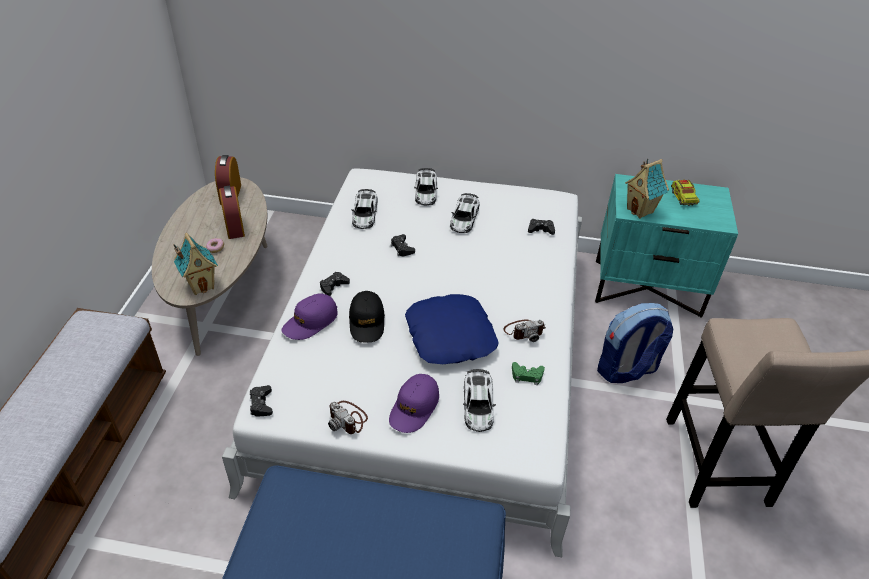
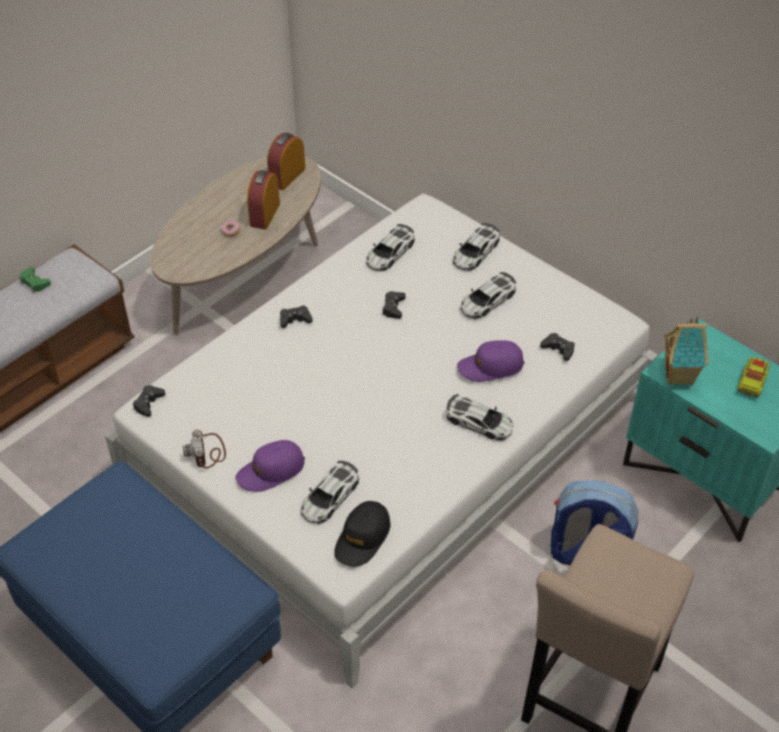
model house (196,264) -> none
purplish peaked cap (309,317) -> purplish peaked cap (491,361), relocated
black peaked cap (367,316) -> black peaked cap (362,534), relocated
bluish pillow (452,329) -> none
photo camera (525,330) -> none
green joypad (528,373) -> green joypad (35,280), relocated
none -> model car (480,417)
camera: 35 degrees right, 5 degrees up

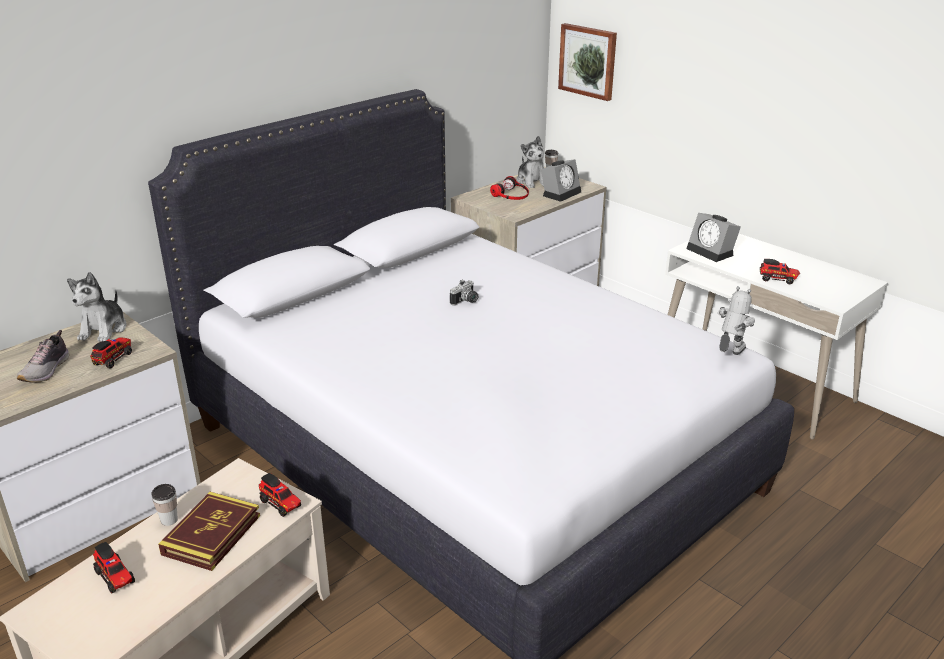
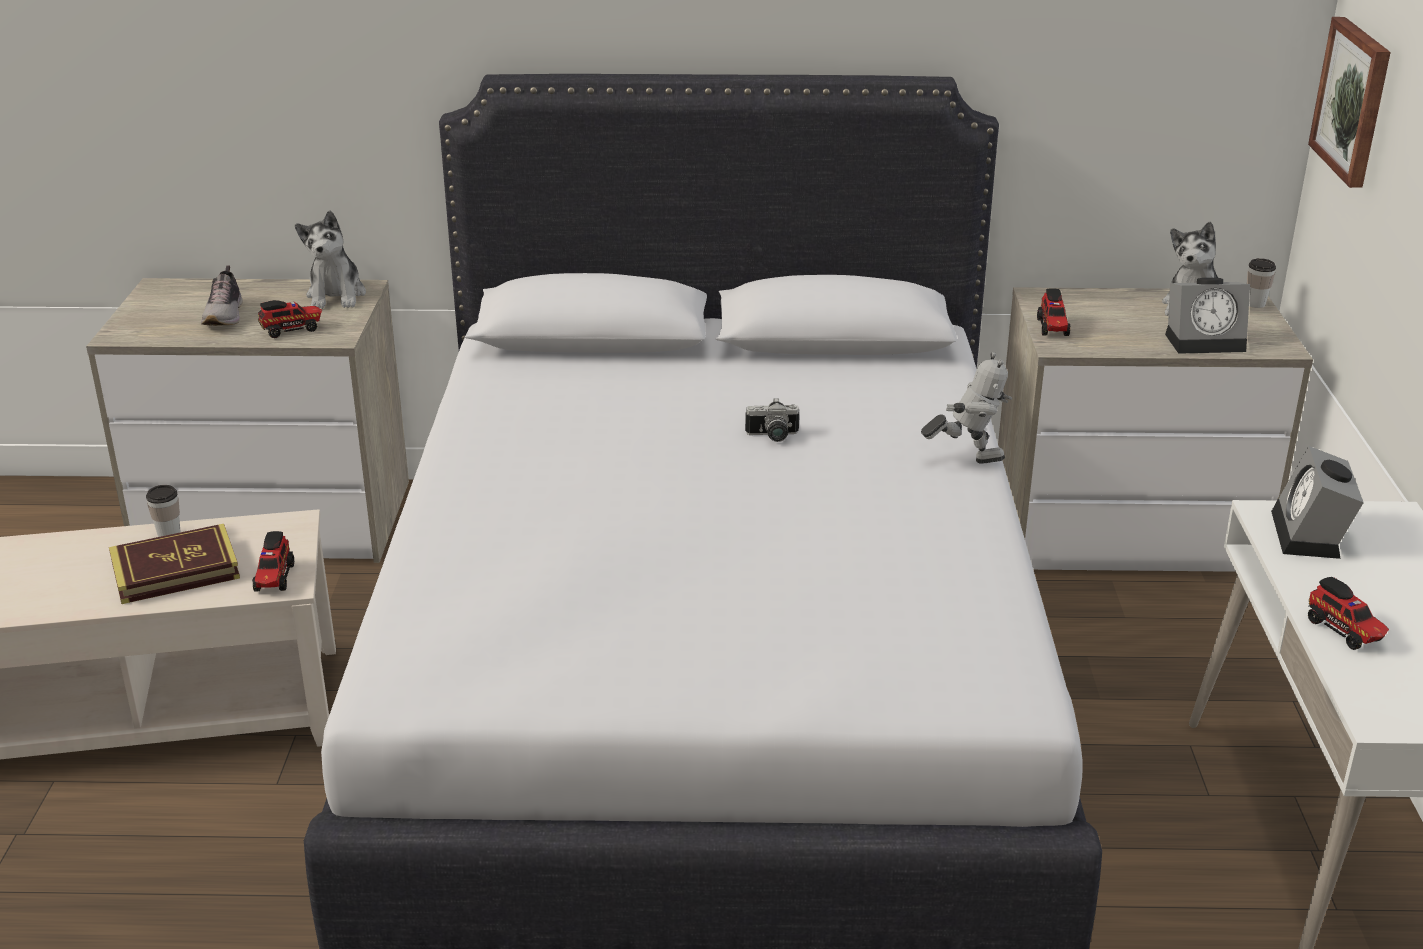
item of footwear (43,356) -> item of footwear (222,295), 60 degrees counterclockwise
soft toy (97,307) -> soft toy (330,259), 60 degrees counterclockwise
toy lorry (114,567) -> toy lorry (1053,312), relocated
headphones (509,188) -> none
toy robot (736,320) -> toy robot (966,408), relocated
camera: 45 degrees right, 0 degrees up

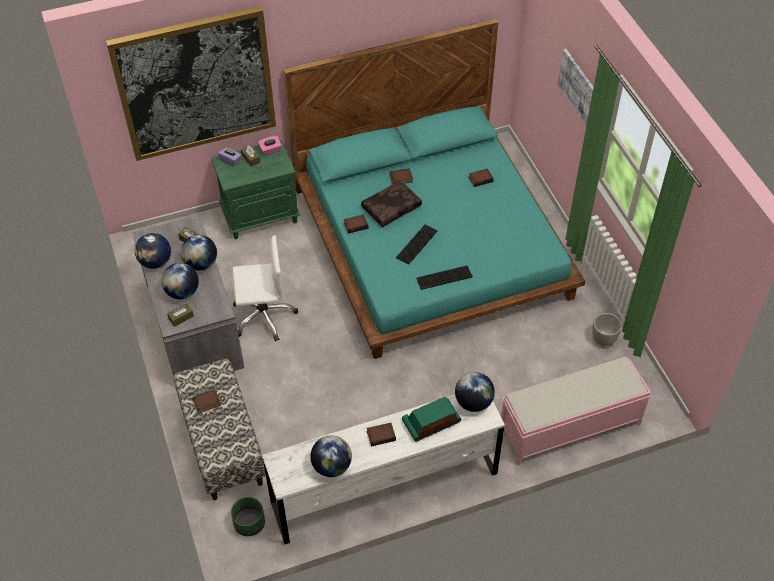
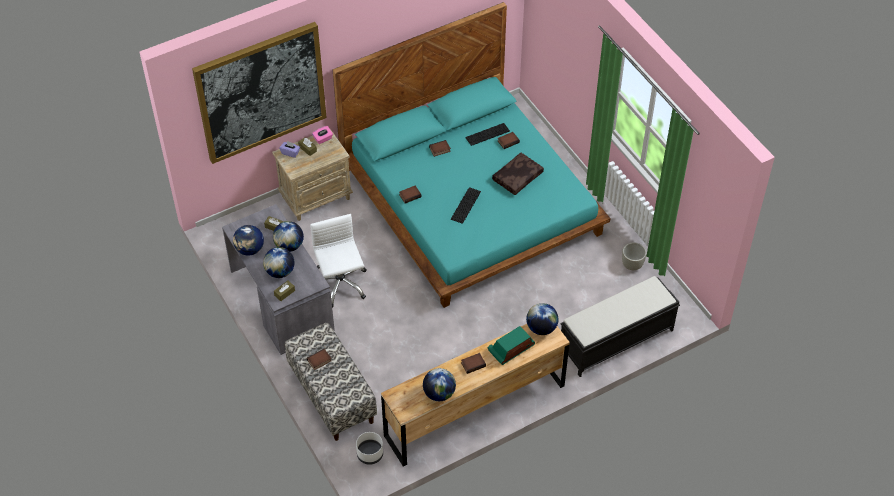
green bedside table (255,189) -> beige bedside table (312,175)
green flower pot (248,516) -> whitish flower pot (369,448)
whitish computer chair (265,288) -> whitish computer chair (338,261), 90 degrees counterclockwise
whitish drawer chest (383,470) -> brown drawer chest (475,395)
brown pillow (391,203) -> brown pillow (518,174), relocated
computer keyboard (444,277) -> computer keyboard (487,134), relocated
pinkish indoor bench (576,411) -> black indoor bench (620,326)
picture (576,87) -> none
camera: 10 degrees left, 0 degrees up

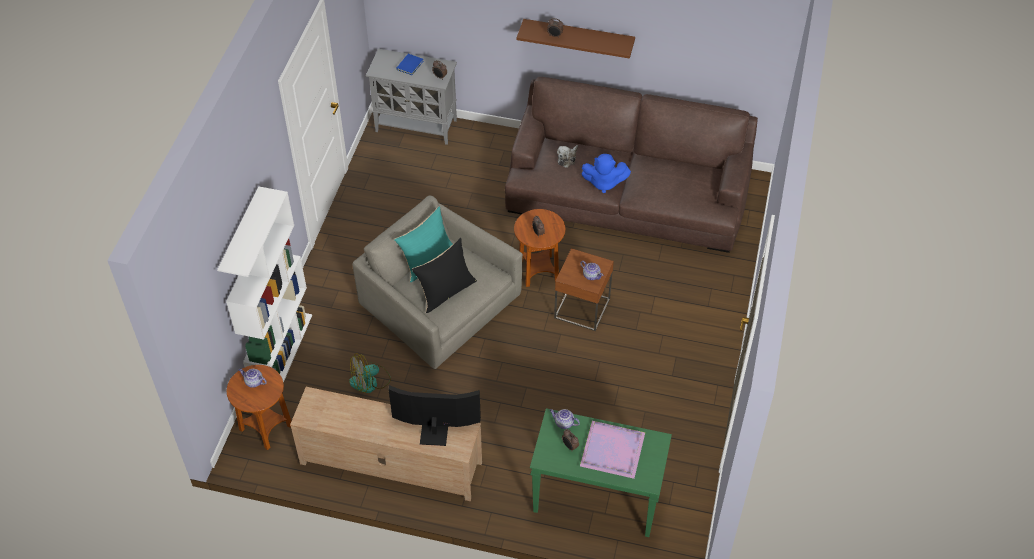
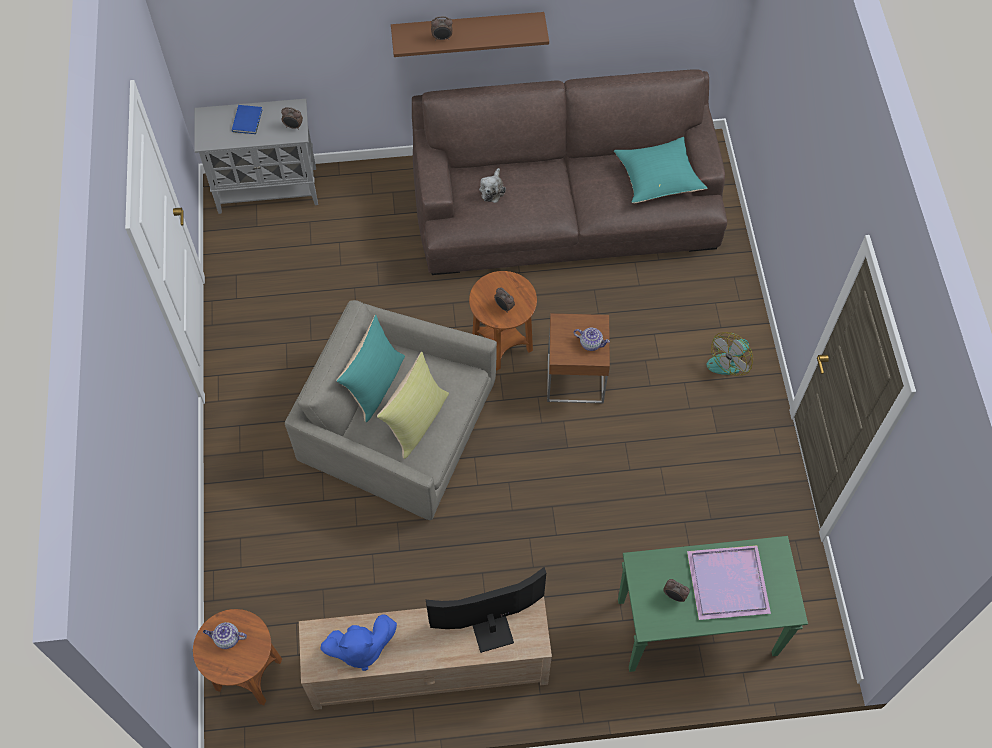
whitish shelving unit (264,284) -> none
fan (370,373) -> fan (729,354), relocated
black pillow (444,275) -> yellow-coloured pillow (413,405)
pot for tea (565,419) -> none
bluish soft toy (606,173) -> bluish soft toy (359,642), relocated
none -> turquoise-coloured pillow (660,170)
camera: 20 degrees left, 10 degrees up

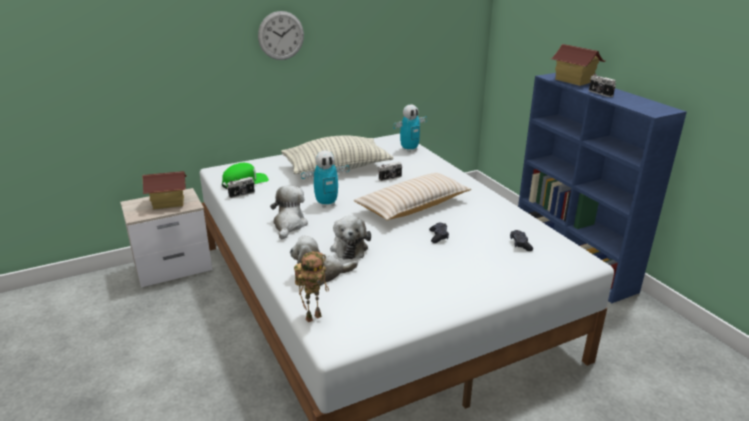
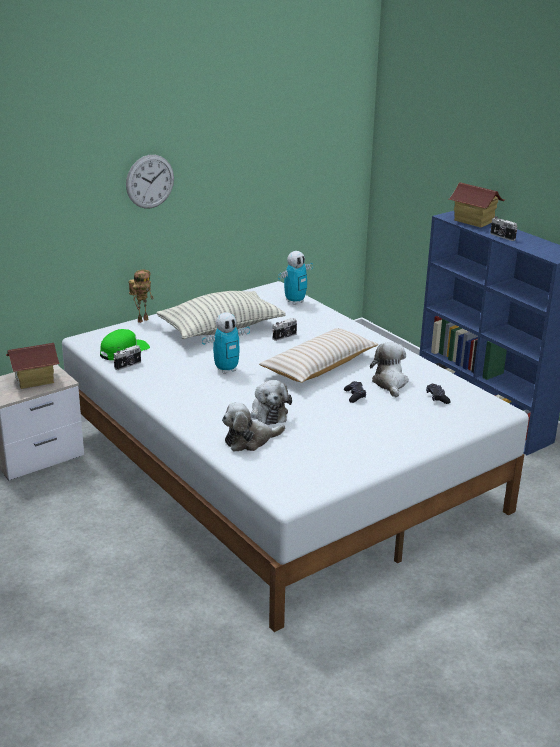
soft toy (289,212) -> soft toy (389,370), relocated
toy robot (311,286) -> toy robot (141,296), relocated
camera: 10 degrees left, 0 degrees up

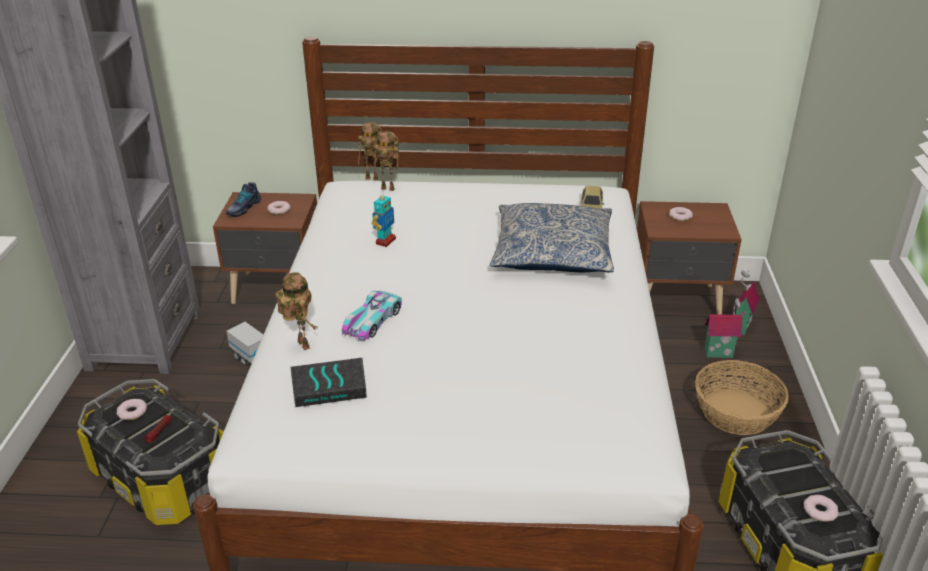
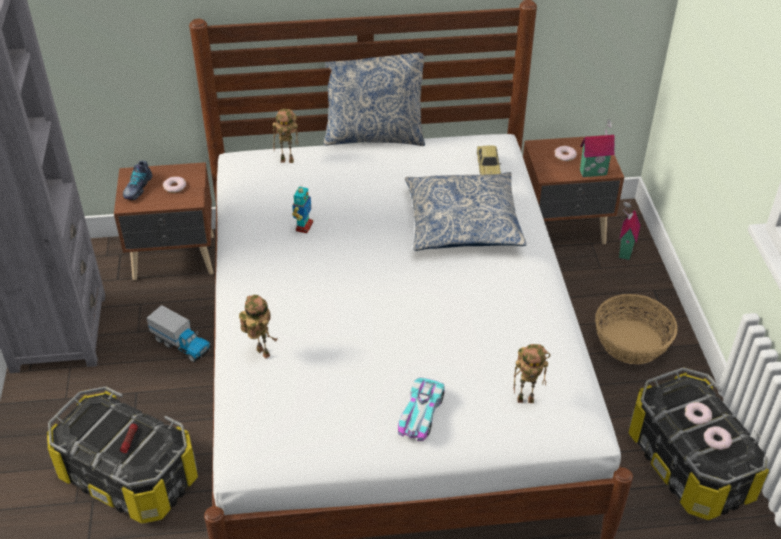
donut (132,409) -> donut (698,413), relocated
bound book (328,382) -> none
model car (372,315) -> model car (421,409), relocated
toy robot (370,151) -> toy robot (531,373), relocated
model house (724,328) -> model house (597,148), relocated
none -> pillow (374,99)
camera: 10 degrees left, 10 degrees up

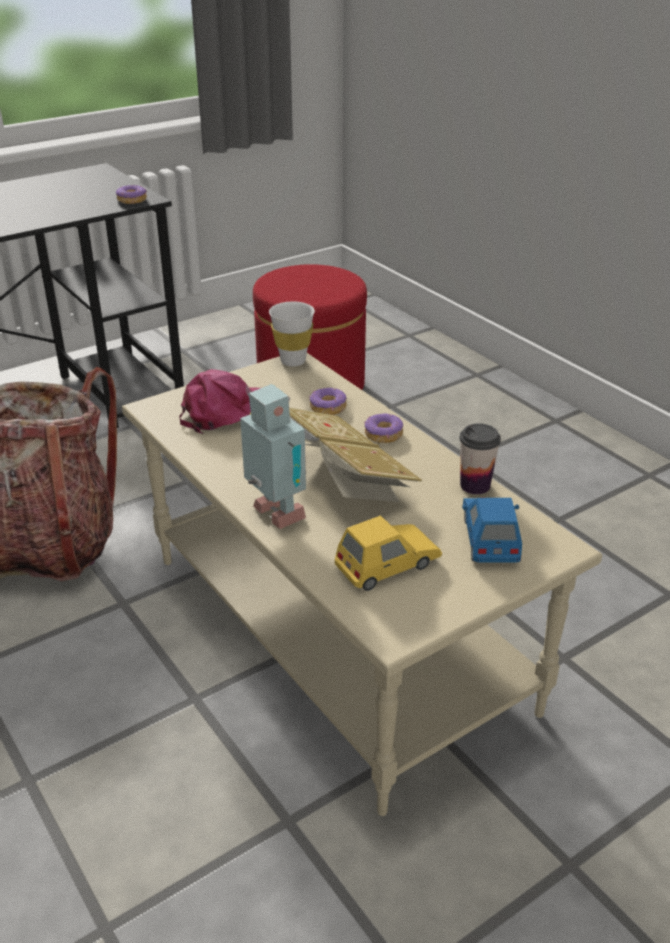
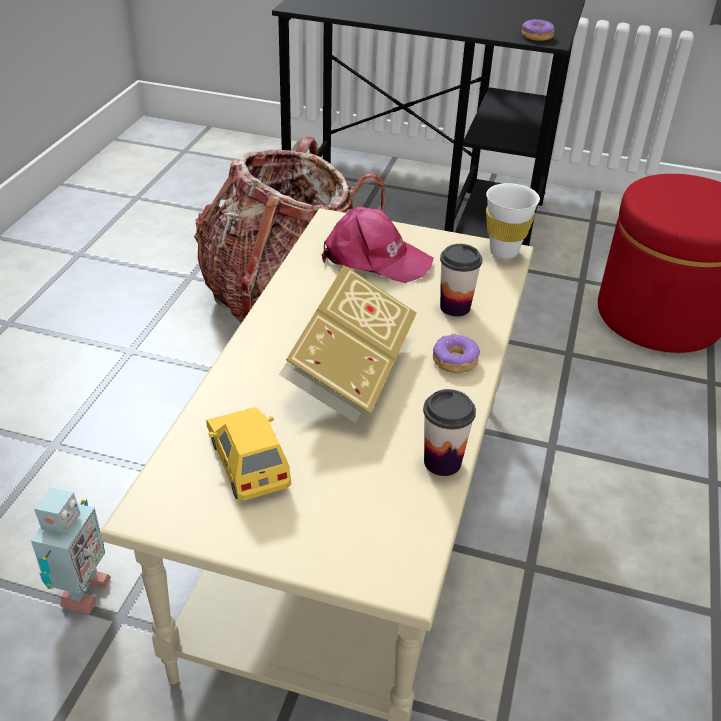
toy robot (273,456) -> toy robot (71,551), relocated
donut (328,401) -> drinking cup (461,280)
yellow-coloured model car (388,553) -> yellow-coloured model car (248,454), 135 degrees counterclockwise
bluish model car (492,530) -> none
camera: 50 degrees right, 5 degrees up

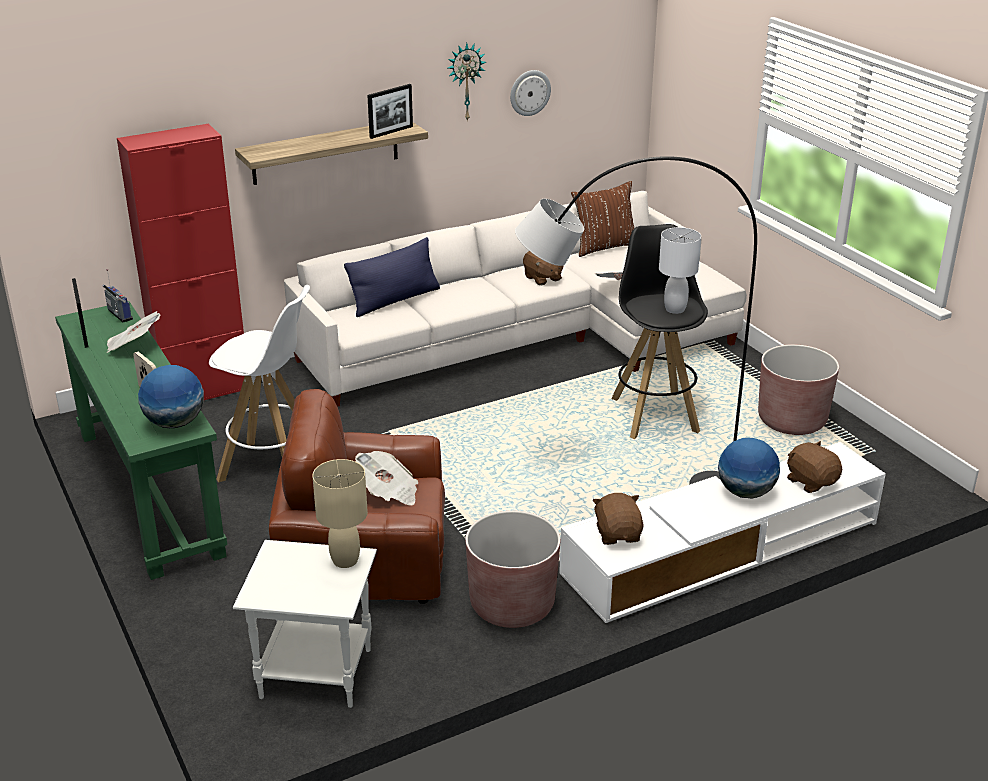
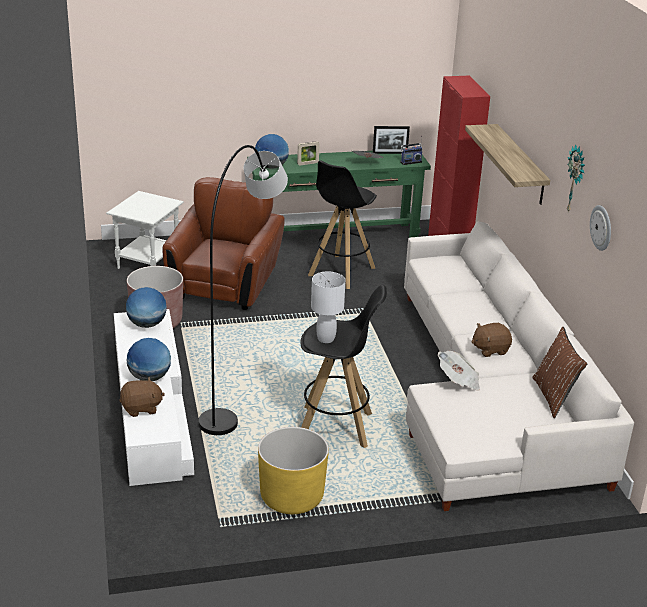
whitish stool (259,383) -> black stool (342,225)
beige tabletop lamp (340,513) -> none
bluish pillow (392,277) -> none
daily paper (386,478) -> none
standing frame (390,111) -> none
brown soft toy (618,519) -> desk globe (146,307)
brown flower pot (798,389) -> yellow-coloured flower pot (293,470)
camera: 105 degrees right, 0 degrees up

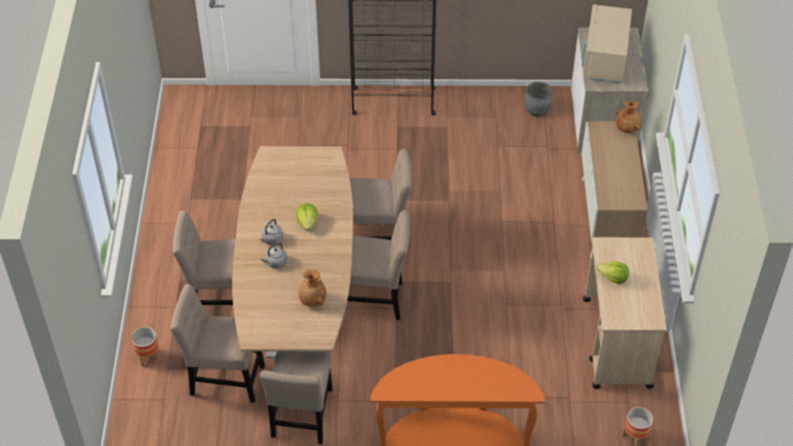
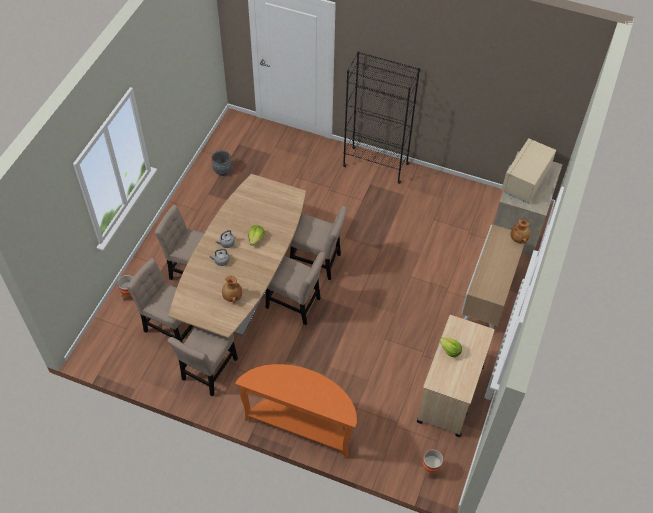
greyish flower pot (538,99) -> greyish flower pot (222,163), relocated
camera: 20 degrees right, 5 degrees up

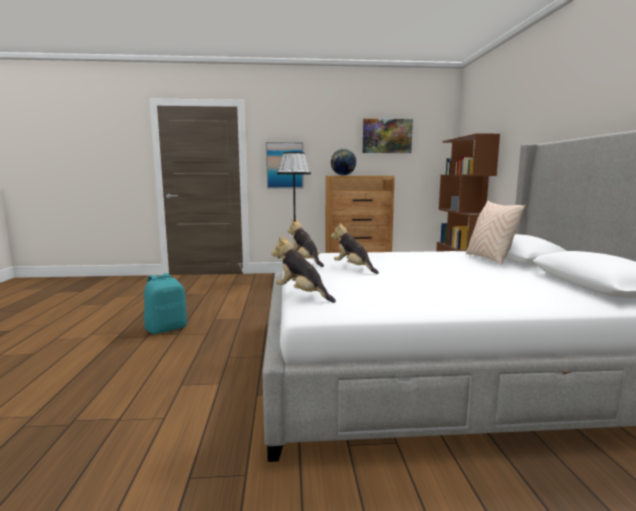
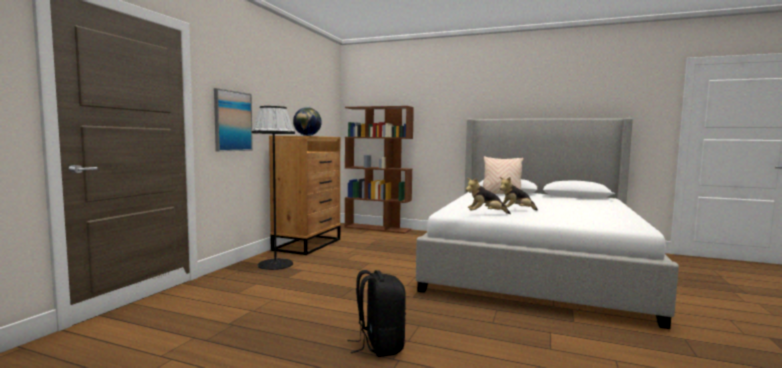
turquoise-coloured knapsack (165,303) -> black knapsack (376,313)
soft toy (303,269) -> none
picture (388,136) -> none
camera: 65 degrees left, 5 degrees down

